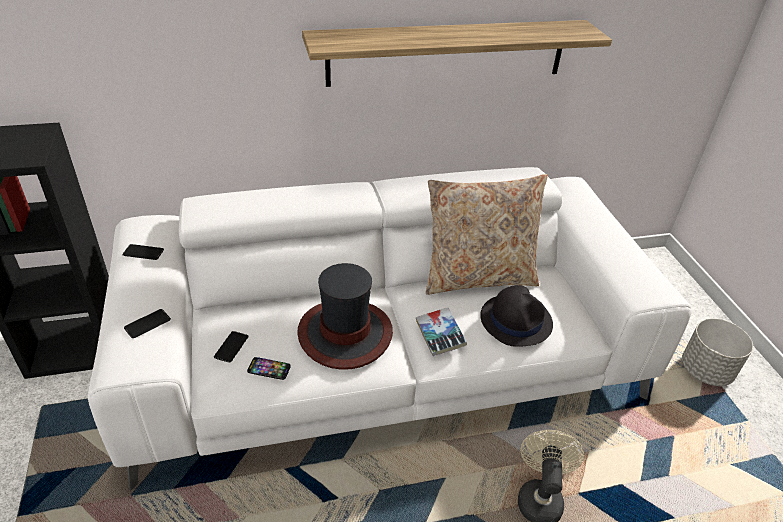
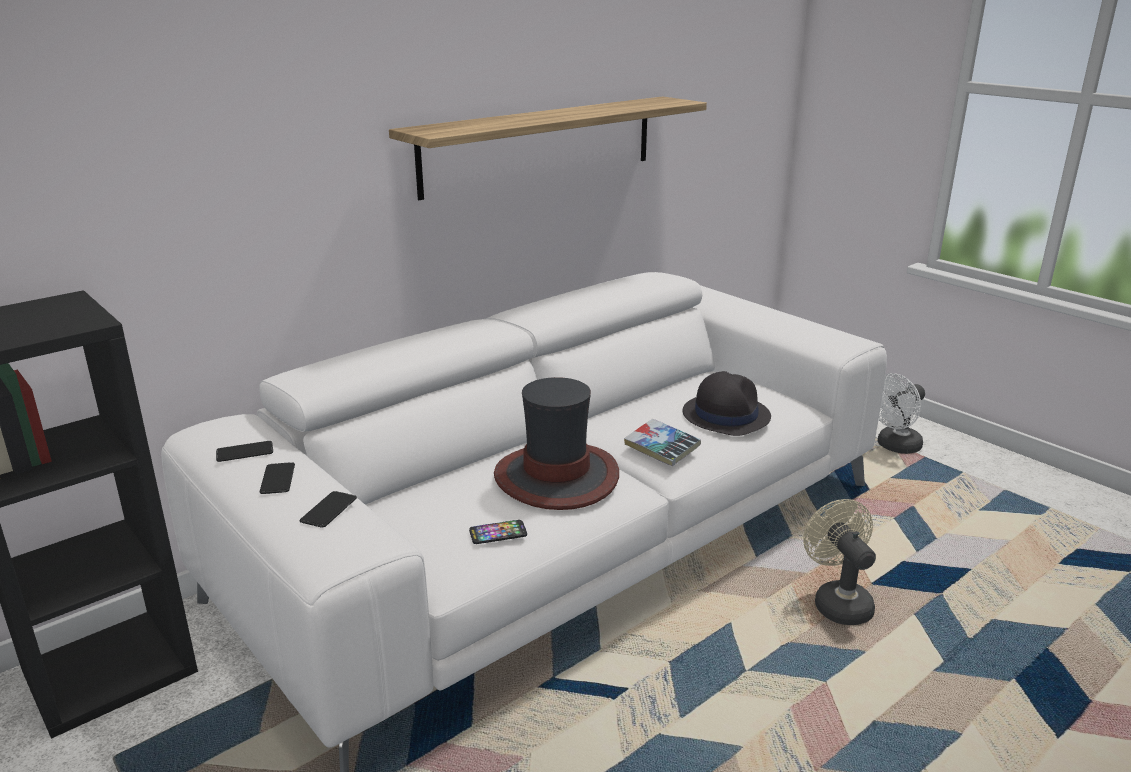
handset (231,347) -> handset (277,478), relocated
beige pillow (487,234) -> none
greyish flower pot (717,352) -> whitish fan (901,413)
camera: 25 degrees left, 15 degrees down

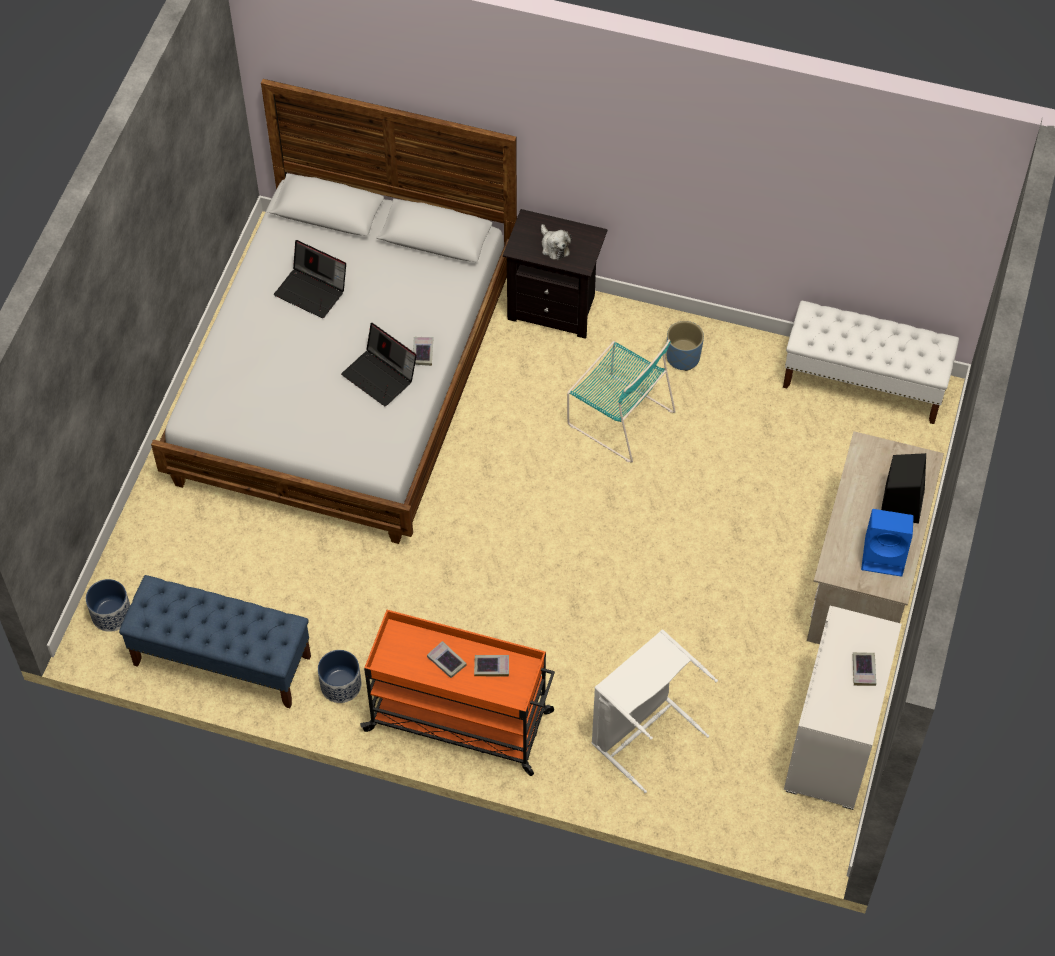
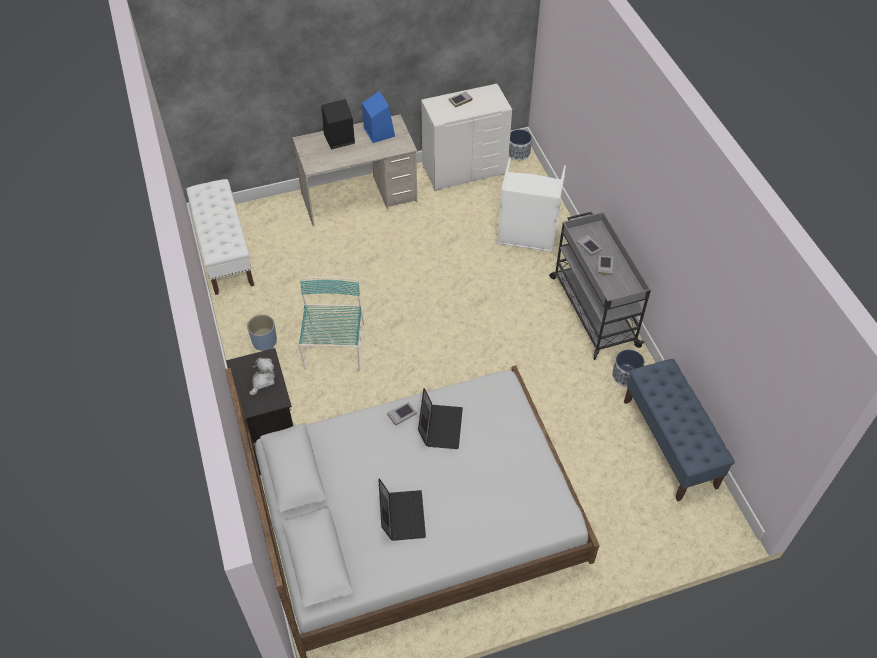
flower pot (108,605) -> flower pot (520,145), relocated
orange-coloured wheeled cart (457,693) -> greyish wheeled cart (600,286)
camera: 125 degrees left, 5 degrees down

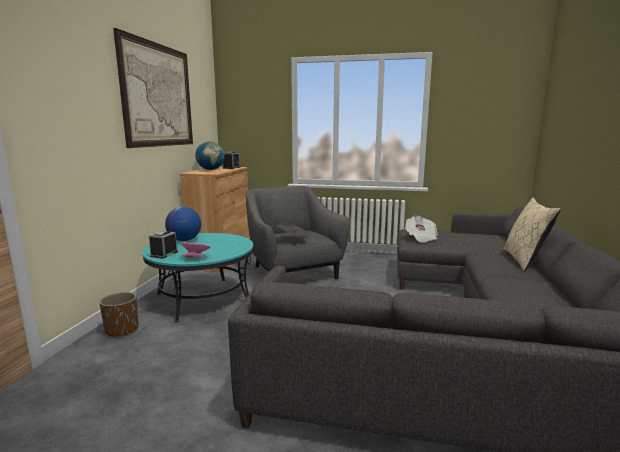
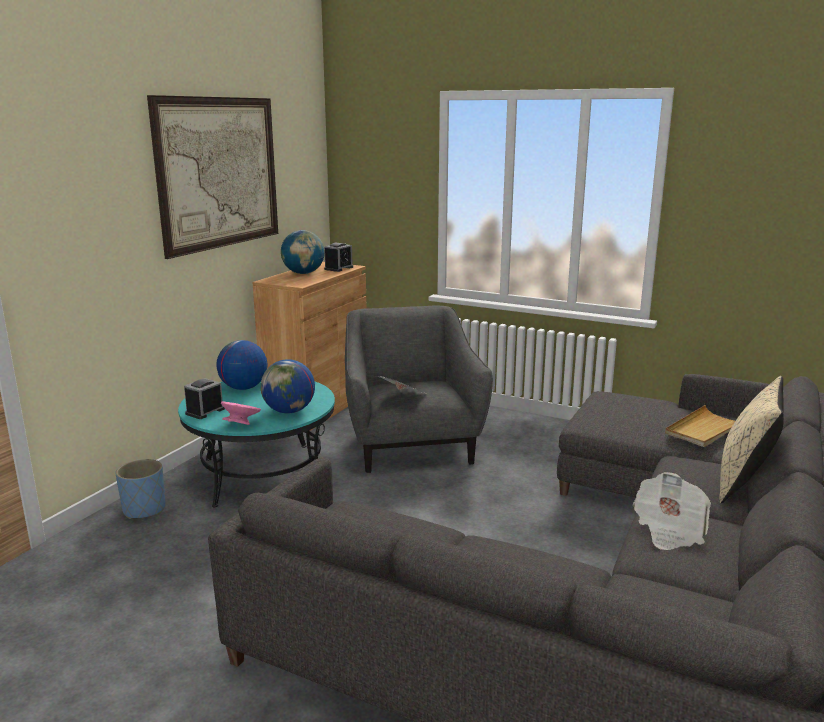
brown flower pot (119,315) -> bluish flower pot (140,489)
daily paper (421,229) -> daily paper (672,511), relocated
none -> desk globe (288,386)
none -> beige carrying tray (700,426)
camera: 15 degrees right, 5 degrees up

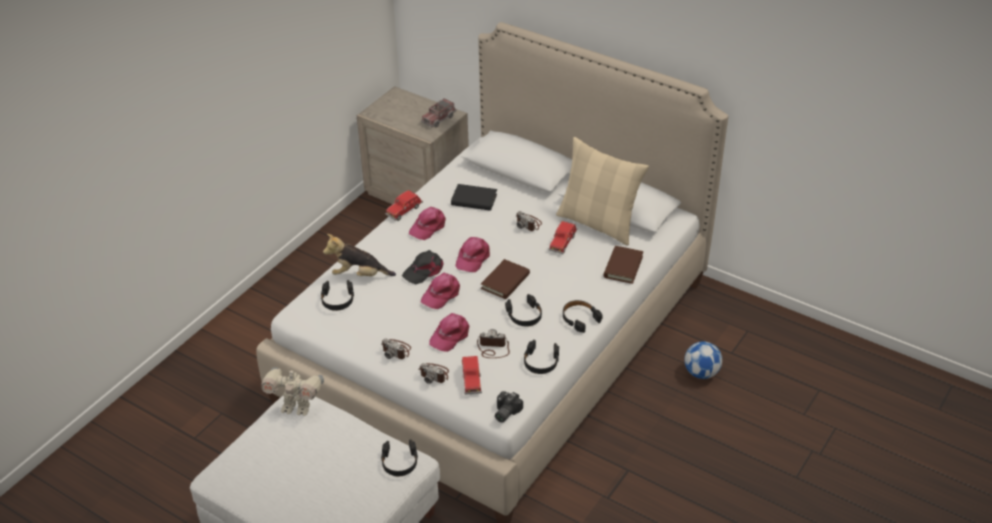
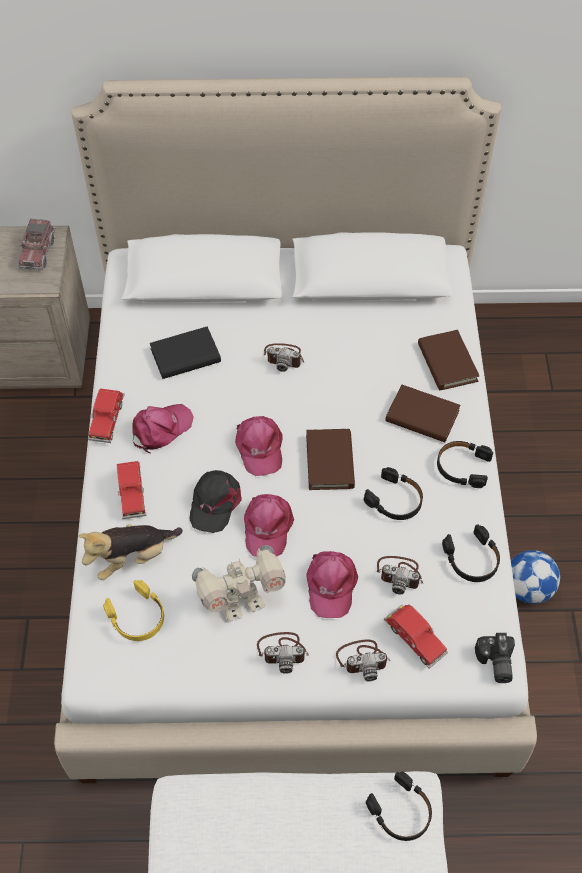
toy robot (292,391) -> toy robot (239,583), relocated
black headphones (337,295) -> yellow-coloured headphones (133,610)
pinkish peaked cap (427,223) -> pinkish peaked cap (163,429), 135 degrees counterclockwise
photo camera (493,343) -> photo camera (399,575), 135 degrees counterclockwise
red model car (563,237) -> red model car (132,490), relocated
beige pillow (602,191) -> none
ball for football (703,360) -> ball for football (535,577), relocated
none -> brown bound book (423,413)
camera: 35 degrees left, 15 degrees up

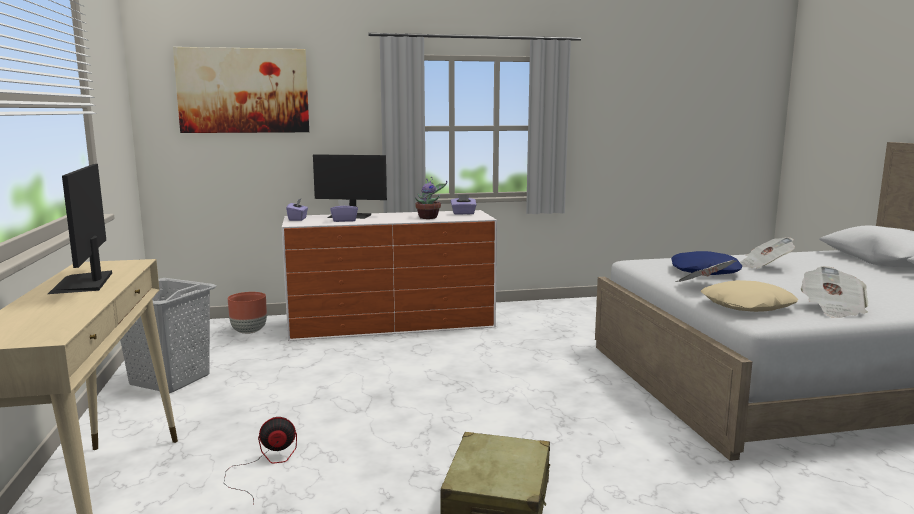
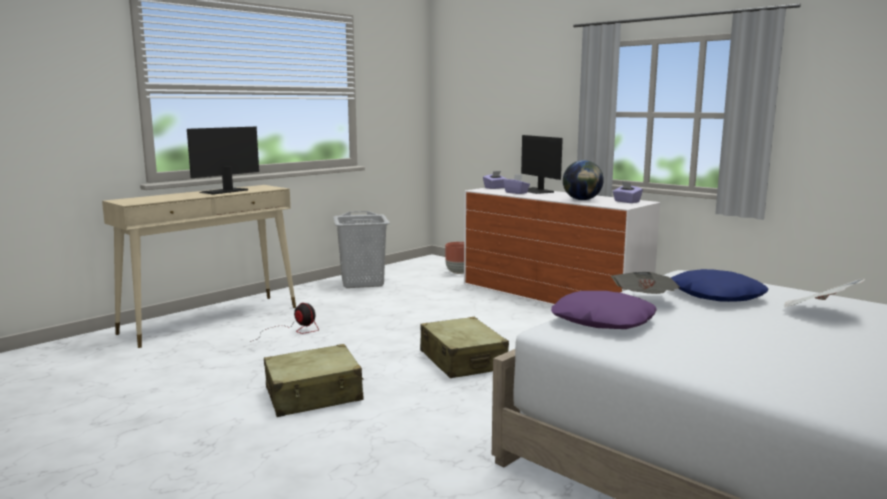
picture (241,90) -> none
plant in a pot (431,198) -> desk globe (583,180)
beige pillow (749,296) -> purplish pillow (604,310)
daily paper (834,292) -> none
none -> beige piece of luggage (464,347)
camera: 55 degrees right, 0 degrees up

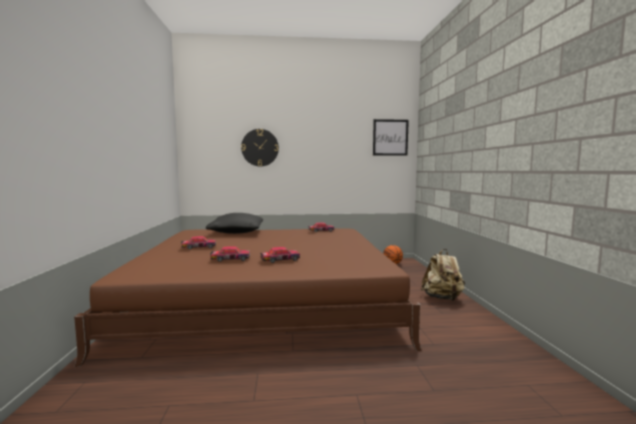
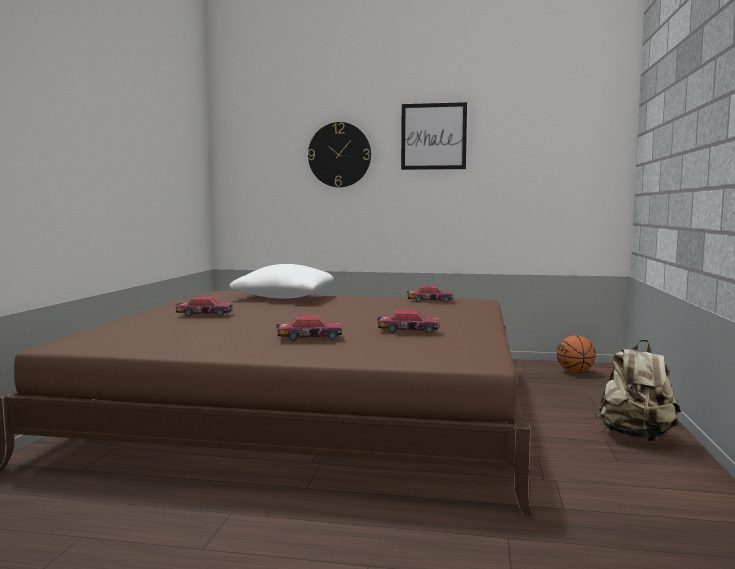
black pillow (234,223) -> whitish pillow (282,281)
model car (230,254) -> model car (408,322), relocated
picture (391,137) -> picture (434,136), relocated
camera: 15 degrees right, 0 degrees up

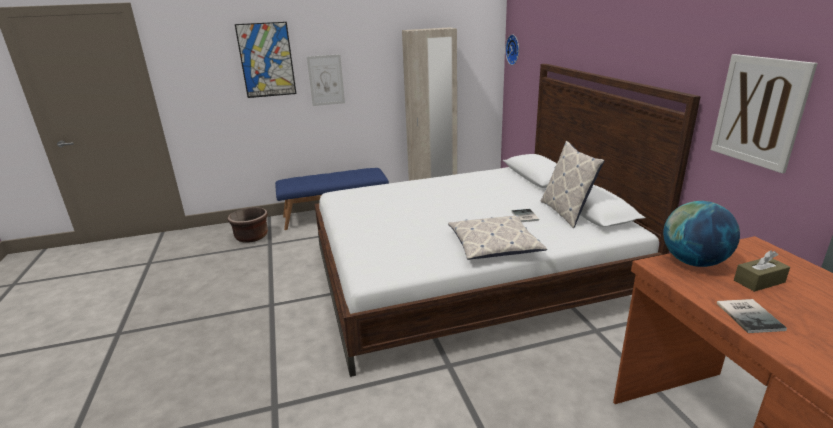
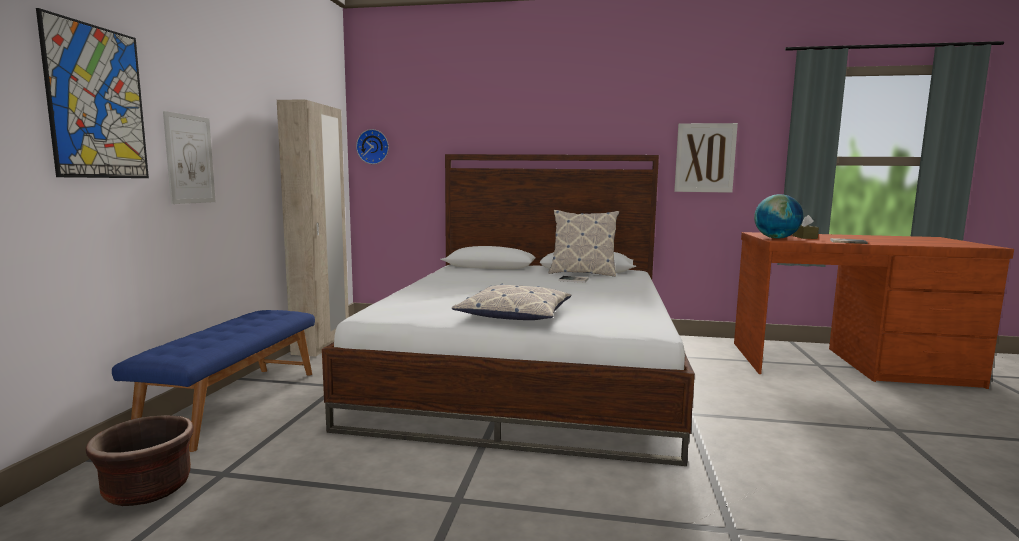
pillow (497,237) -> pillow (512,302), relocated
camera: 65 degrees left, 15 degrees down

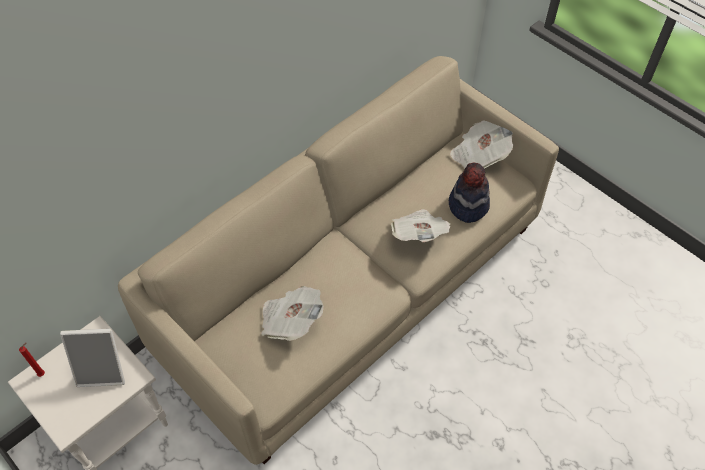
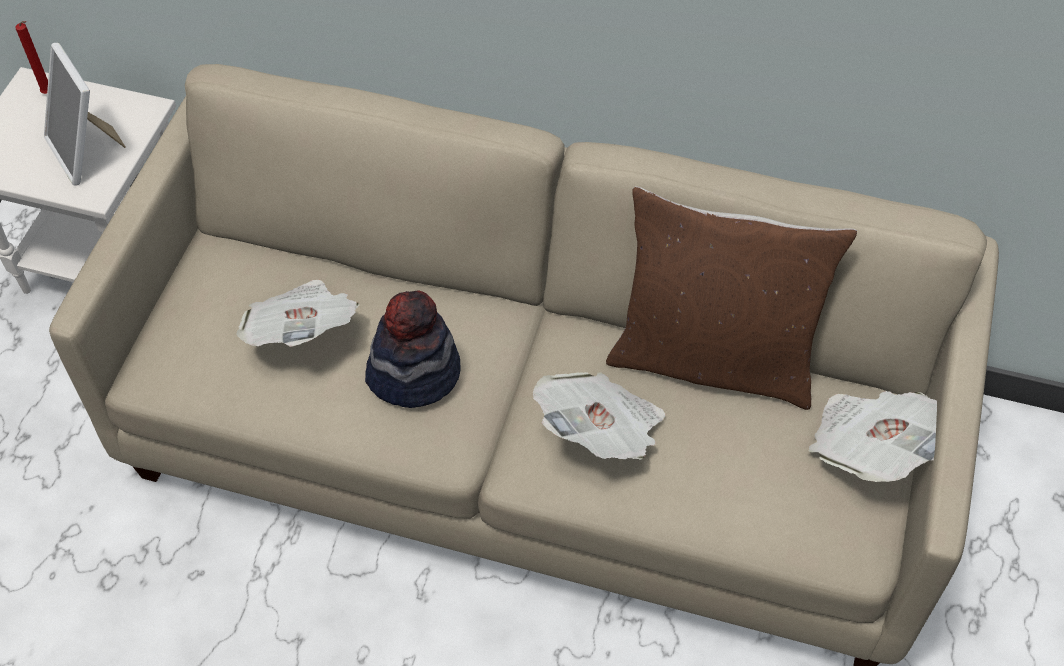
clothing hat (469,193) -> clothing hat (413,349), relocated
none -> brown pillow (731,298)
camera: 60 degrees right, 0 degrees up

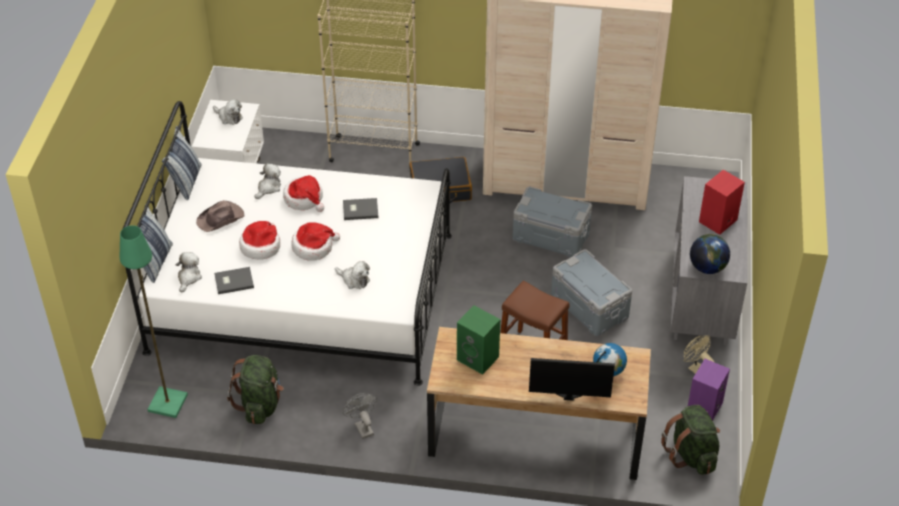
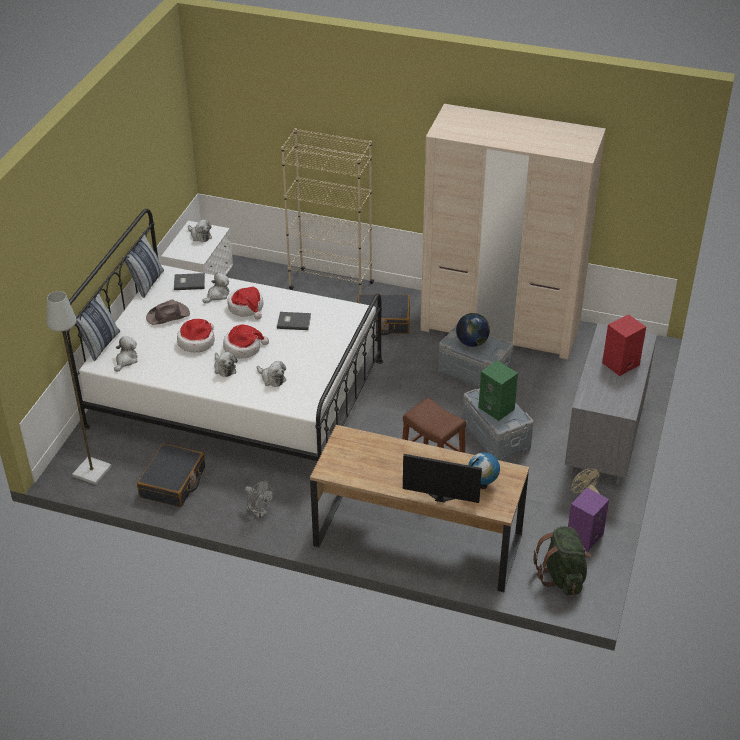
green standing lamp (154,321) -> greyish standing lamp (79,388)
greyish bound book (234,280) -> greyish bound book (189,281), relocated
green knapsack (255,389) -> black piece of luggage (171,475)
greyish fan (359,416) -> greyish fan (259,500), 150 degrees clockwise
green loudspeaker (478,340) -> green loudspeaker (498,390), relocated
desk globe (710,254) -> desk globe (473,330), relocated
none -> soft toy (225,364)
camera: 10 degrees right, 5 degrees down

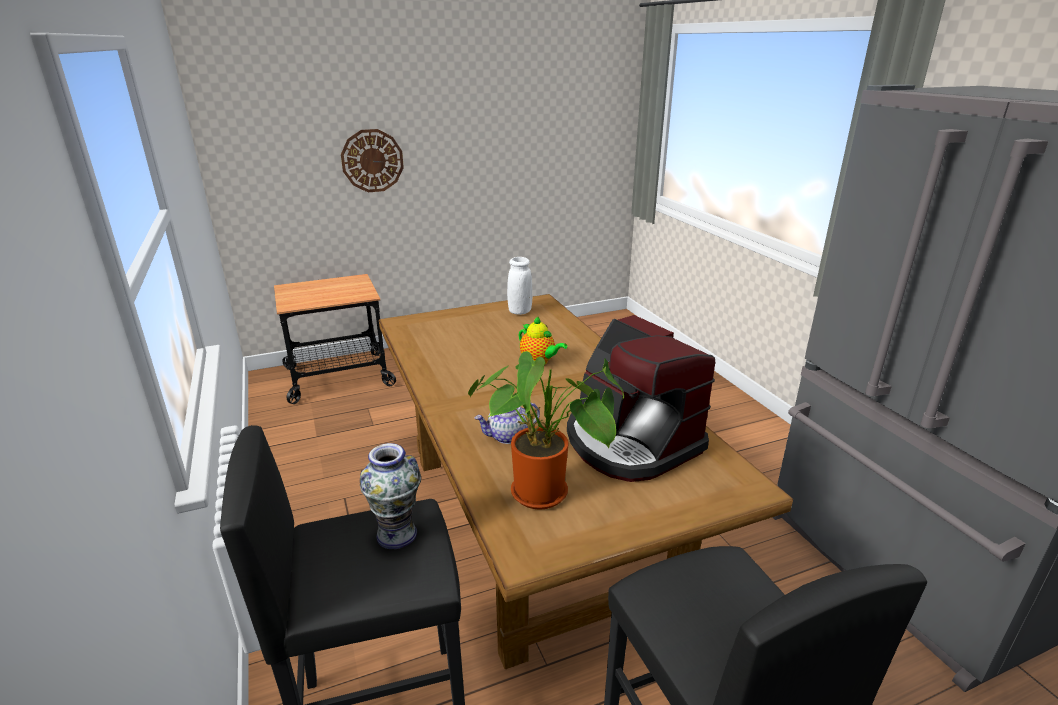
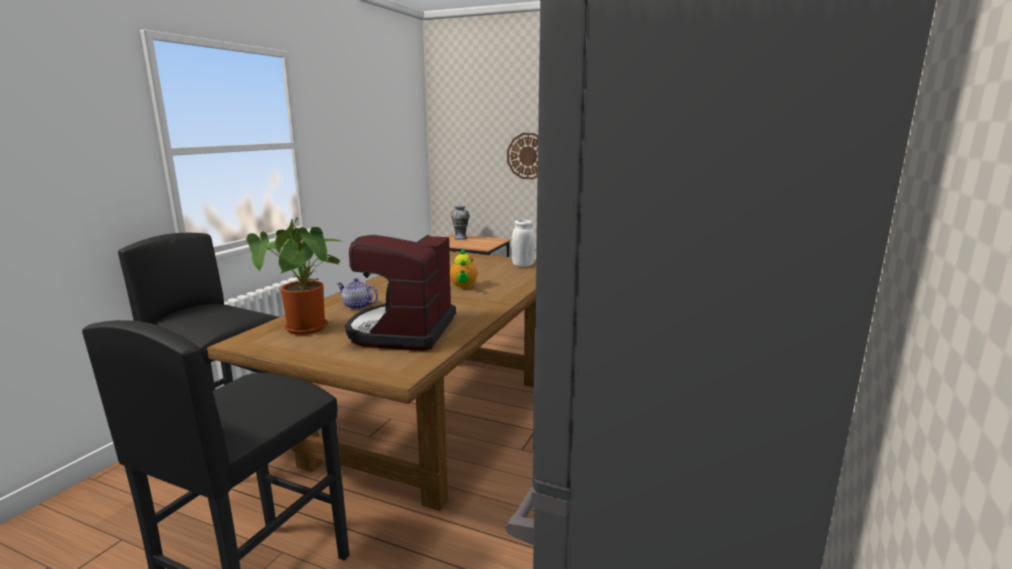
decorative vase (390,496) -> decorative vase (460,222), relocated
camera: 45 degrees right, 10 degrees down

